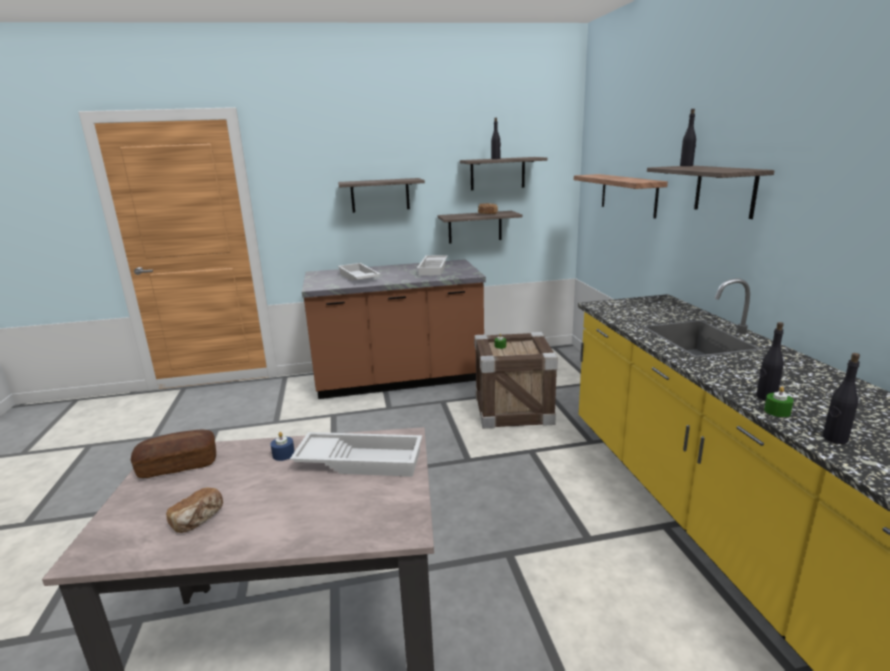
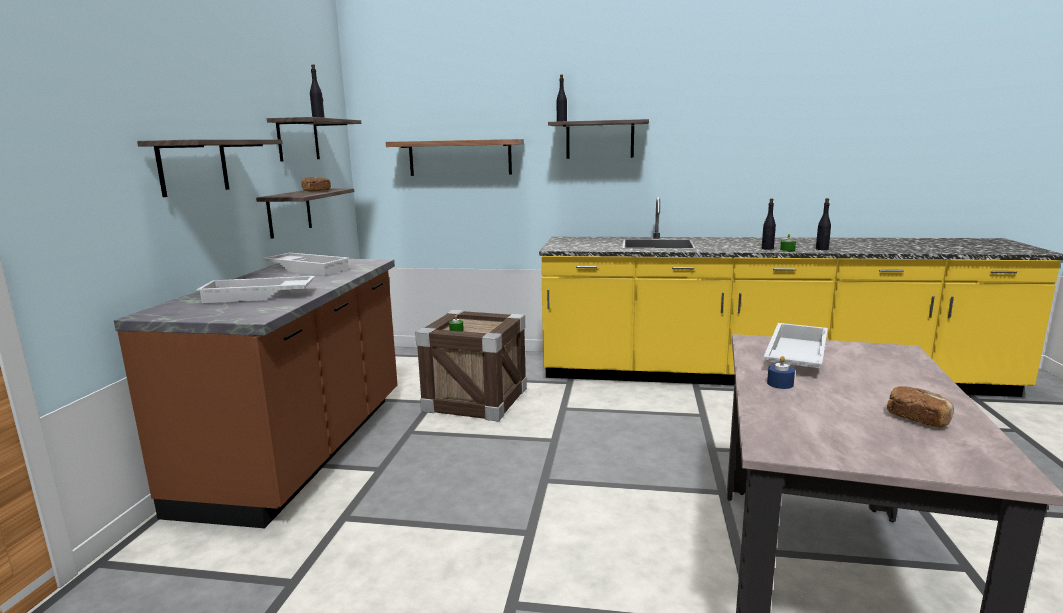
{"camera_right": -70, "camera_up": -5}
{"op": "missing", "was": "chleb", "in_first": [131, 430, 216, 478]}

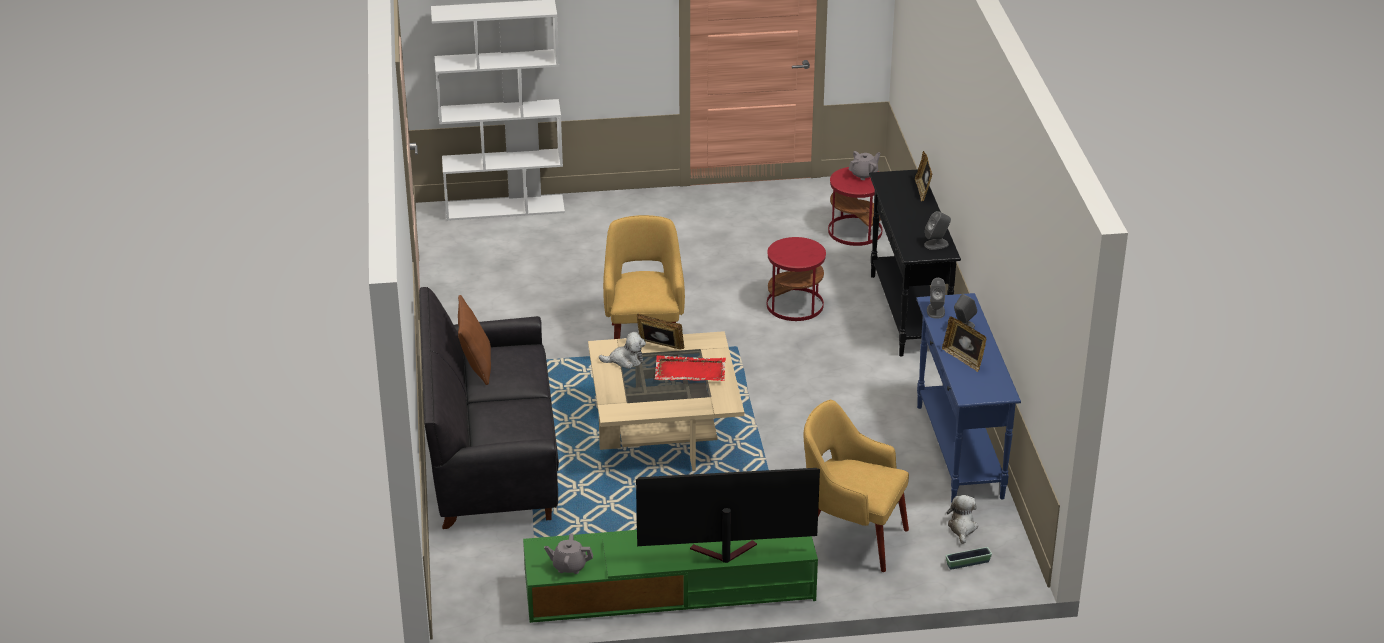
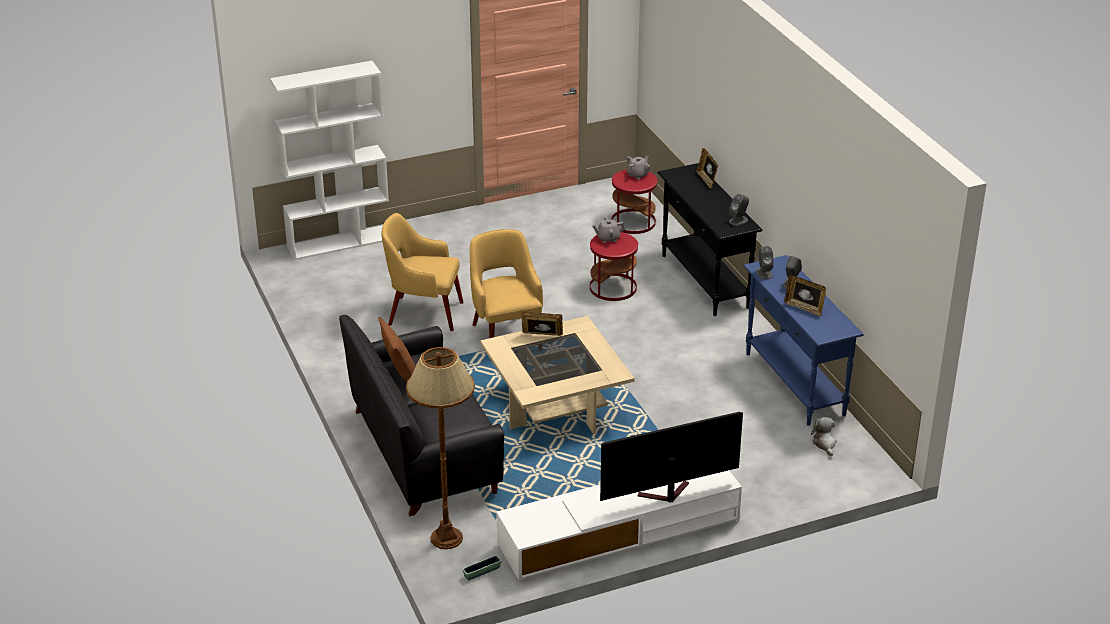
{"camera_right": -15, "camera_up": 0}
{"op": "missing", "was": "pluszak", "in_first": [599, 332, 646, 369]}
{"op": "missing", "was": "taca/czerwony", "in_first": [655, 355, 726, 381]}
{"op": "appeared", "now": "lampa stojąca/brązowy", "in_second": [406, 347, 475, 549]}
{"op": "relocated", "was": "imbryk/szary", "in_first": [544, 534, 593, 574], "in_second": [592, 217, 625, 243]}
{"op": "relocated", "was": "fotel/żółty", "in_first": [803, 400, 909, 572], "in_second": [382, 213, 464, 331]}
{"op": "relocated", "was": "donica", "in_first": [946, 547, 992, 569], "in_second": [462, 555, 502, 580]}
{"op": "colour", "was": "szafka pod telewizor/zielony", "now": "szafka pod telewizor/biały", "in_first": [523, 530, 818, 623], "in_second": [497, 470, 742, 581]}

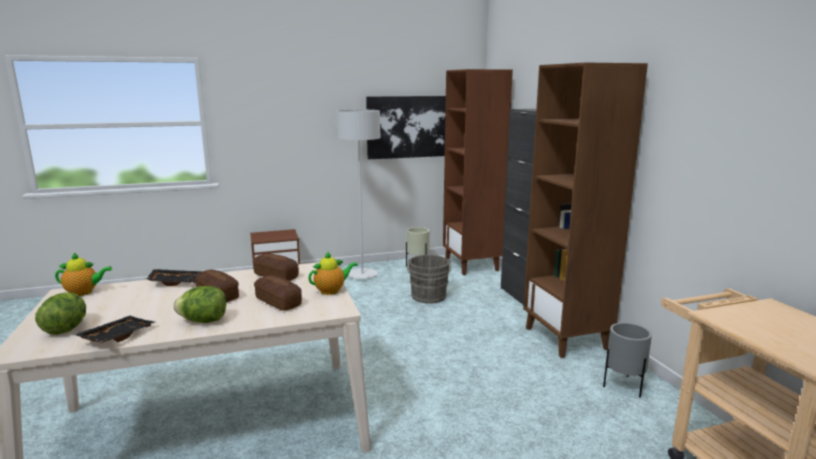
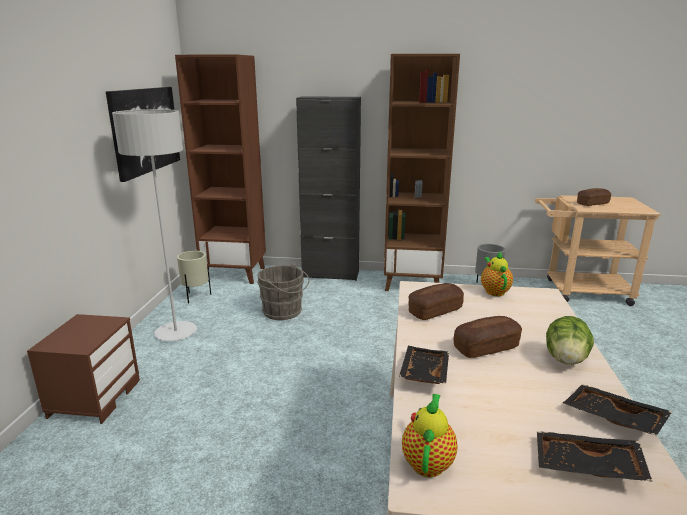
{"camera_right": -65, "camera_up": 5}
{"op": "relocated", "was": "chleb", "in_first": [254, 275, 302, 311], "in_second": [577, 188, 611, 206]}
{"op": "exchanged", "was": "sałata", "now": "taca/czarny", "in_first": [35, 292, 86, 335], "in_second": [537, 431, 653, 482]}

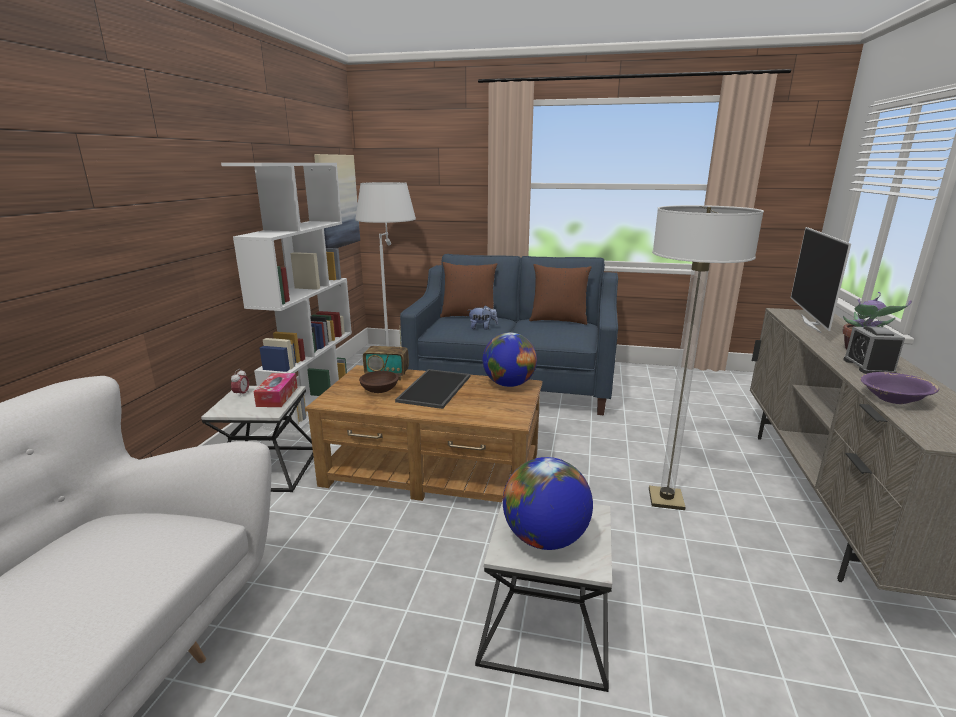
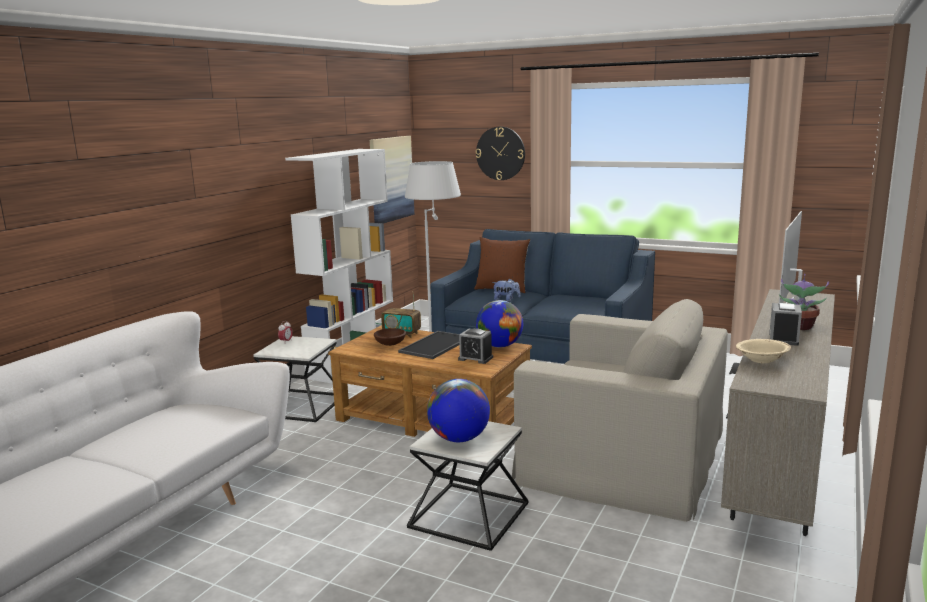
{"camera_right": 15, "camera_up": -5}
{"op": "missing", "was": "pudełko chusteczek", "in_first": [254, 373, 298, 407]}
{"op": "missing", "was": "poduszka/brązowy", "in_first": [529, 264, 592, 325]}
{"op": "appeared", "now": "budzik", "in_second": [458, 328, 493, 364]}
{"op": "appeared", "now": "zegar ścienny", "in_second": [476, 127, 525, 180]}
{"op": "exchanged", "was": "lampa stojąca", "now": "fotel/beżowy", "in_first": [649, 205, 764, 510], "in_second": [512, 299, 728, 522]}
{"op": "colour", "was": "miska/fioletowy", "now": "miska/beżowy", "in_first": [860, 372, 939, 404], "in_second": [736, 339, 791, 363]}

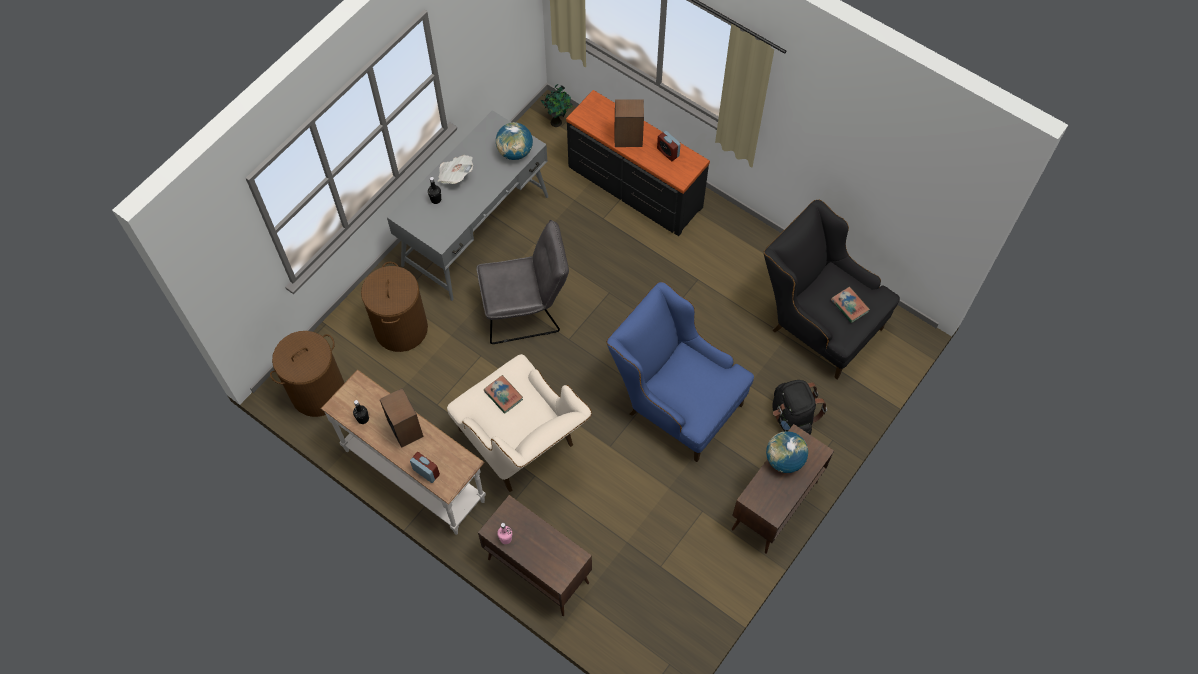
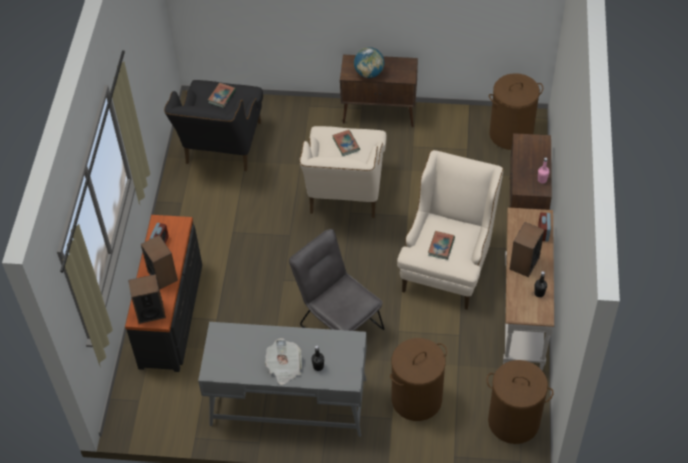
{"camera_right": -120, "camera_up": -10}
{"op": "missing", "was": "globus", "in_first": [496, 122, 533, 160]}
{"op": "missing", "was": "roślina doniczkowa", "in_first": [541, 84, 573, 127]}
{"op": "missing", "was": "plecak/czarny", "in_first": [772, 380, 827, 435]}
{"op": "appeared", "now": "głośnik", "in_second": [128, 274, 166, 324]}
{"op": "appeared", "now": "książka", "in_second": [332, 130, 360, 156]}
{"op": "appeared", "now": "kosz na pranie/brązowy", "in_second": [489, 73, 543, 150]}
{"op": "colour", "was": "fotel/niebieski", "now": "fotel/beżowy", "in_first": [606, 282, 754, 462], "in_second": [300, 126, 386, 218]}

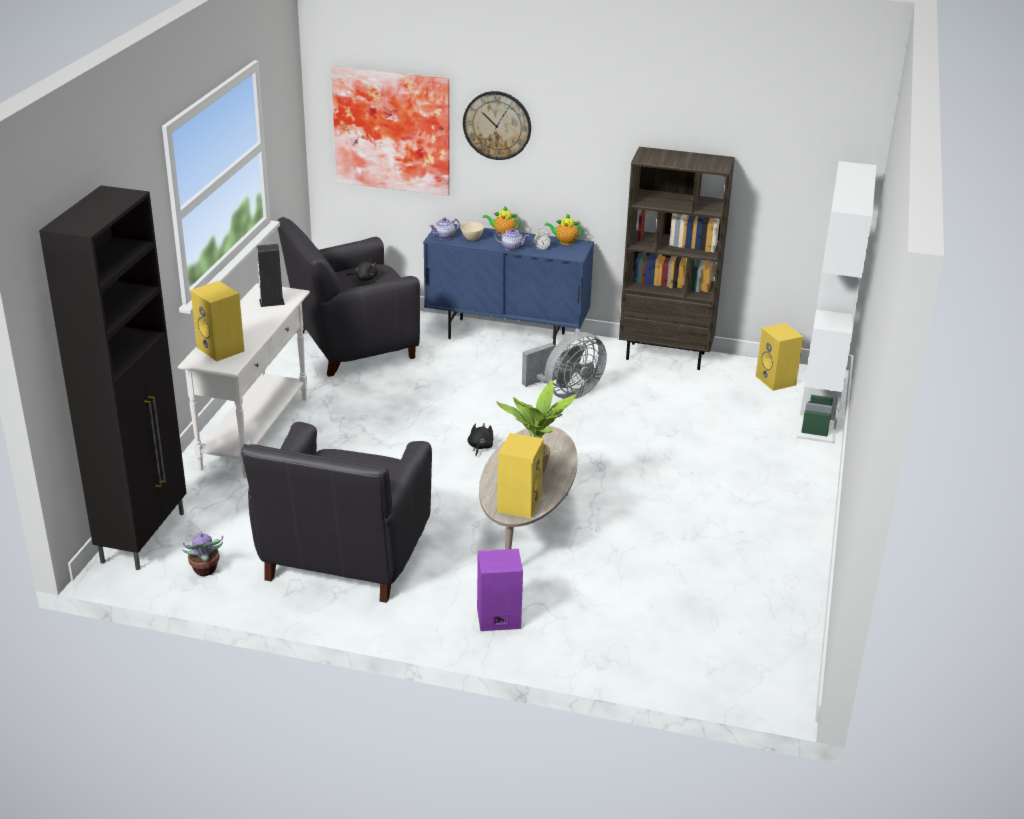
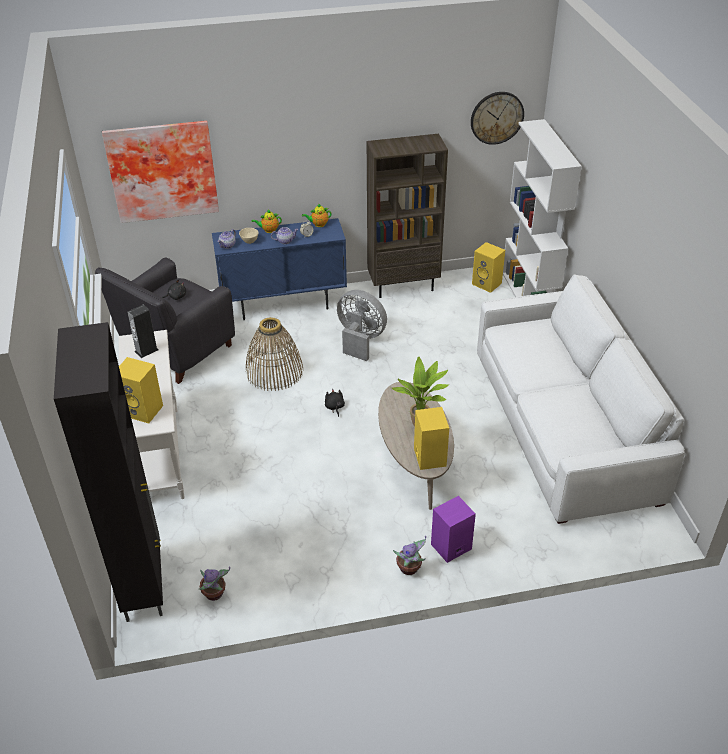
{"camera_right": -25, "camera_up": 10}
{"op": "missing", "was": "fotel/czarny", "in_first": [241, 422, 432, 603]}
{"op": "appeared", "now": "koszyk", "in_second": [246, 317, 303, 391]}
{"op": "appeared", "now": "roślina doniczkowa", "in_second": [393, 536, 426, 575]}
{"op": "appeared", "now": "kanapa/biały", "in_second": [477, 274, 685, 524]}
{"op": "relocated", "was": "zegar ścienny", "in_first": [463, 91, 531, 160], "in_second": [471, 92, 524, 145]}
{"op": "spun", "was": "wentylator/szary", "in_first": [522, 332, 607, 399], "in_second": [337, 290, 387, 361], "clockwise": -90}

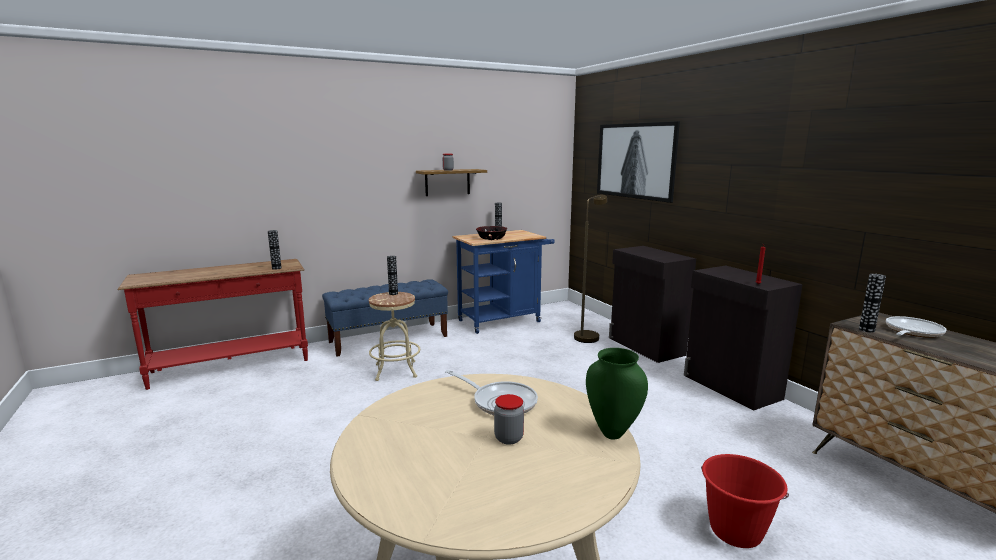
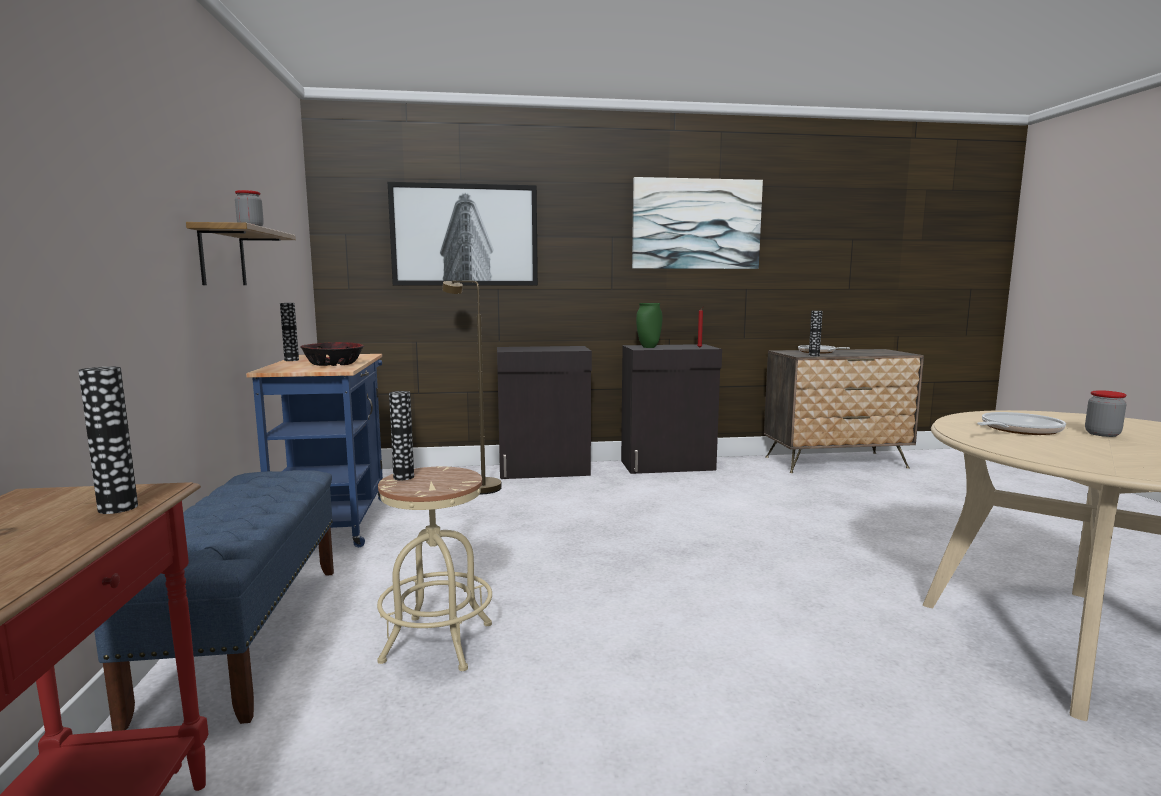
{"camera_right": -70, "camera_up": -5}
{"op": "missing", "was": "wiadro/czerwony", "in_first": [701, 454, 789, 548]}
{"op": "appeared", "now": "obraz", "in_second": [632, 177, 763, 269]}
{"op": "relocated", "was": "wazon/zielony", "in_first": [586, 348, 648, 440], "in_second": [636, 303, 662, 348]}

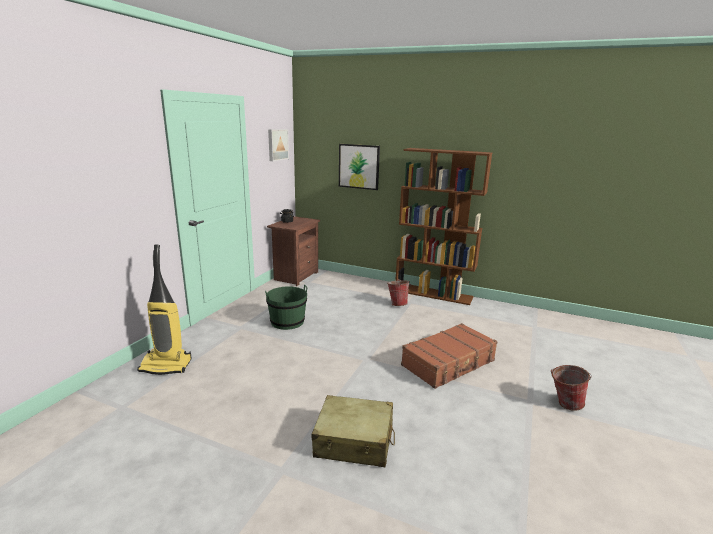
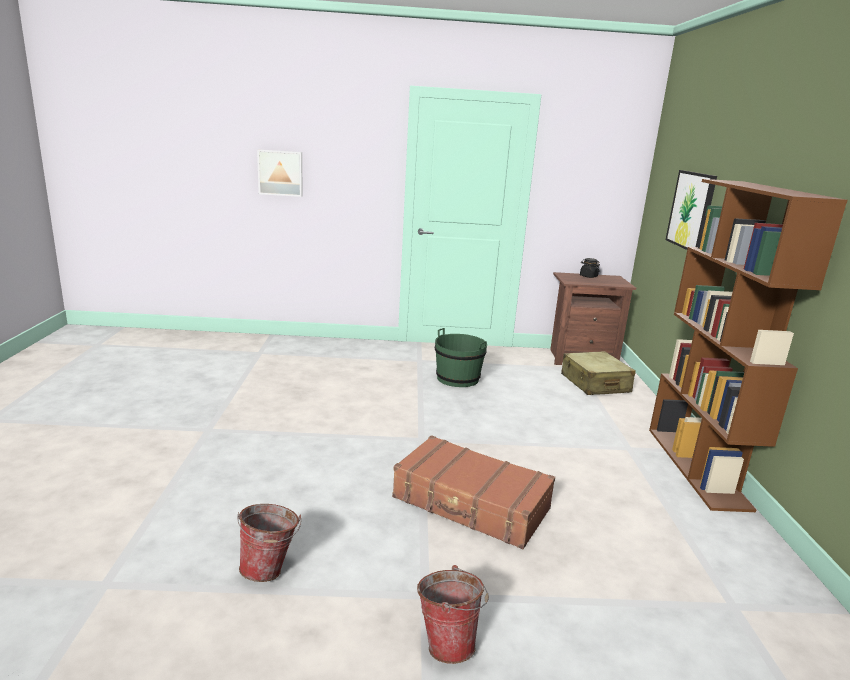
{"camera_right": 65, "camera_up": 0}
{"op": "missing", "was": "odkurzacz", "in_first": [137, 245, 192, 375]}
{"op": "relocated", "was": "obraz", "in_first": [268, 129, 289, 161], "in_second": [257, 150, 303, 197]}
{"op": "relocated", "was": "walizka/beżowy", "in_first": [312, 395, 395, 467], "in_second": [561, 351, 636, 395]}
{"op": "relocated", "was": "wiadro", "in_first": [387, 279, 411, 306], "in_second": [237, 504, 301, 582]}

